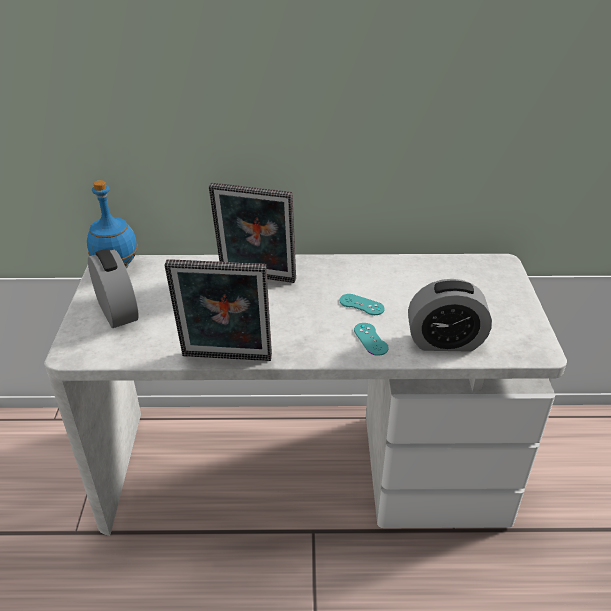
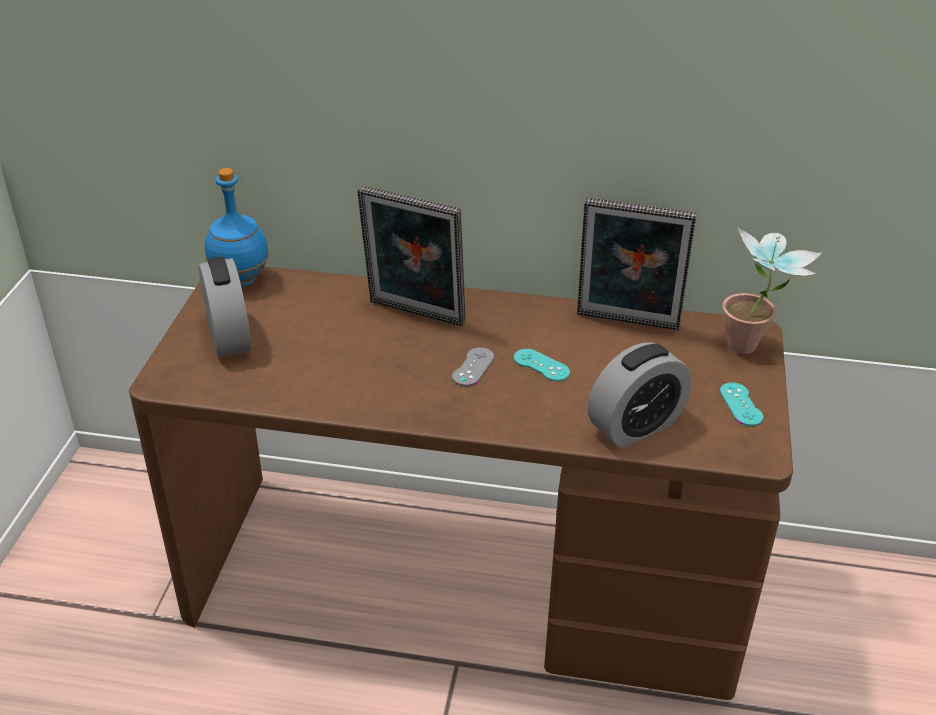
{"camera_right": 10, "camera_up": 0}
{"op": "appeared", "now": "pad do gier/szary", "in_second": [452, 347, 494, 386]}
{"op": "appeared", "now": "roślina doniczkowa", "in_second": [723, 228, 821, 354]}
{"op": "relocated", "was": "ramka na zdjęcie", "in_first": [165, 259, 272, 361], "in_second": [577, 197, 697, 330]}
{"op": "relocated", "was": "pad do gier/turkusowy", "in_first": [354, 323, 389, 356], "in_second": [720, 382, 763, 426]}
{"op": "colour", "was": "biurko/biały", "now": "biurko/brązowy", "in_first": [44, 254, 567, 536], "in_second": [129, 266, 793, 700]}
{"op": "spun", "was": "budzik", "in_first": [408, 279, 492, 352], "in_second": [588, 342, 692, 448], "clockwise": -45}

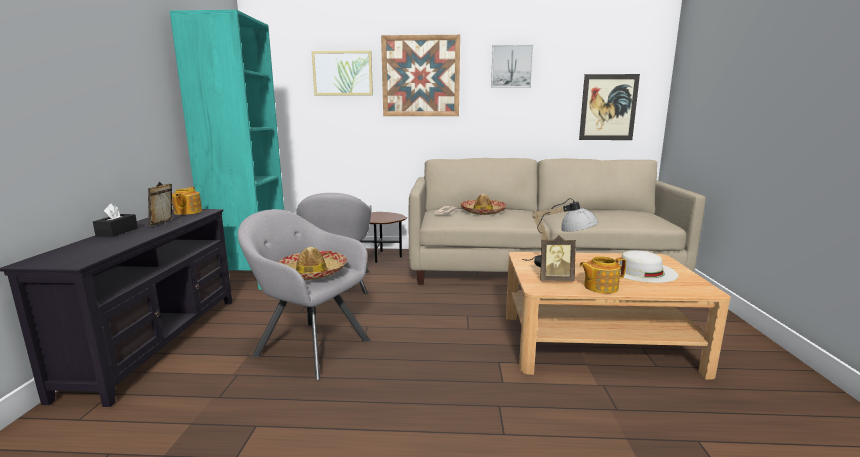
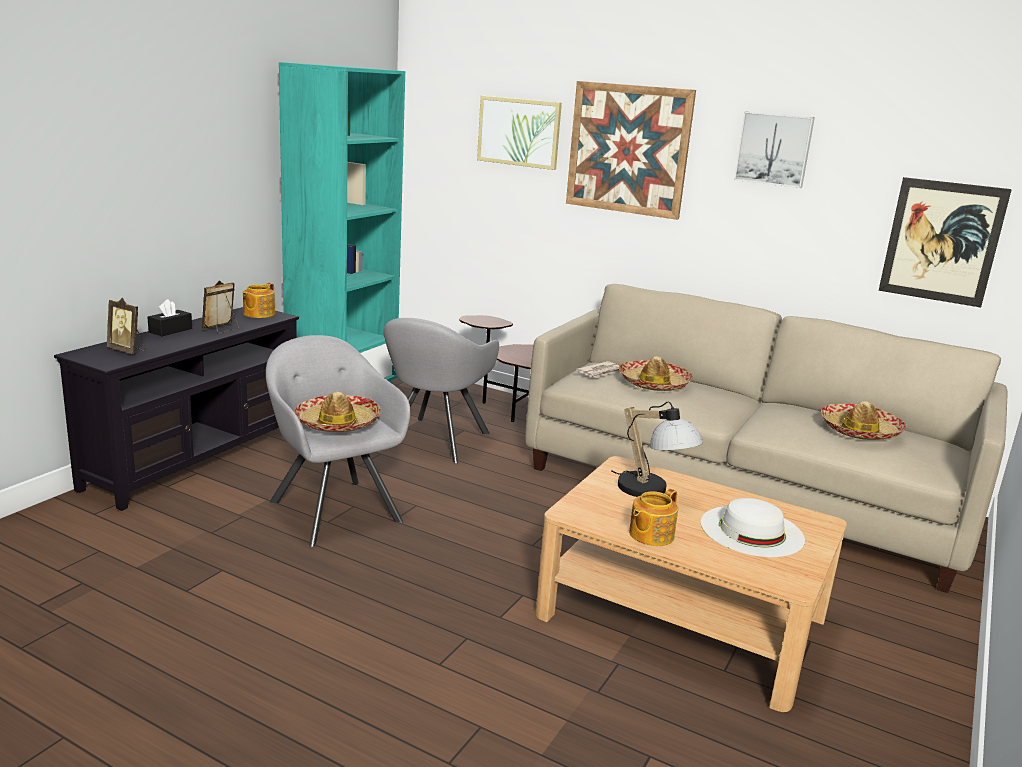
{"camera_right": 25, "camera_up": 5}
{"op": "appeared", "now": "kapelusz", "in_second": [821, 401, 907, 440]}
{"op": "relocated", "was": "ramka na zdjęcie", "in_first": [540, 235, 576, 281], "in_second": [107, 298, 146, 354]}
{"op": "spun", "was": "imbryk", "in_first": [579, 256, 626, 294], "in_second": [629, 489, 678, 546], "clockwise": -60}

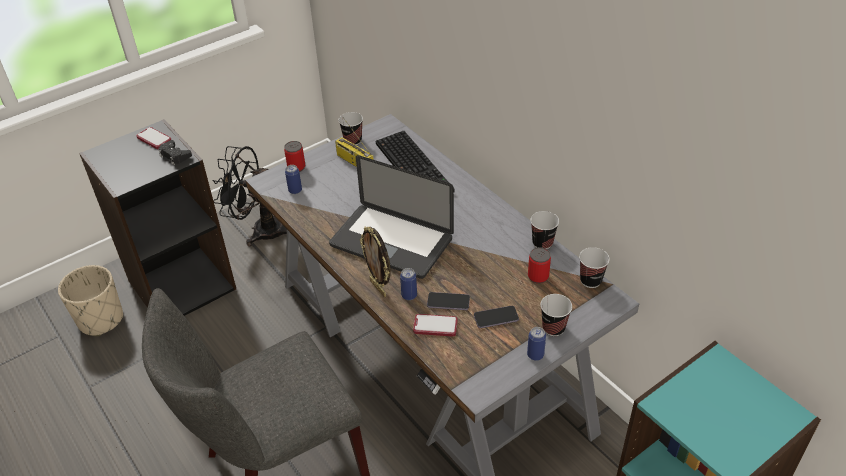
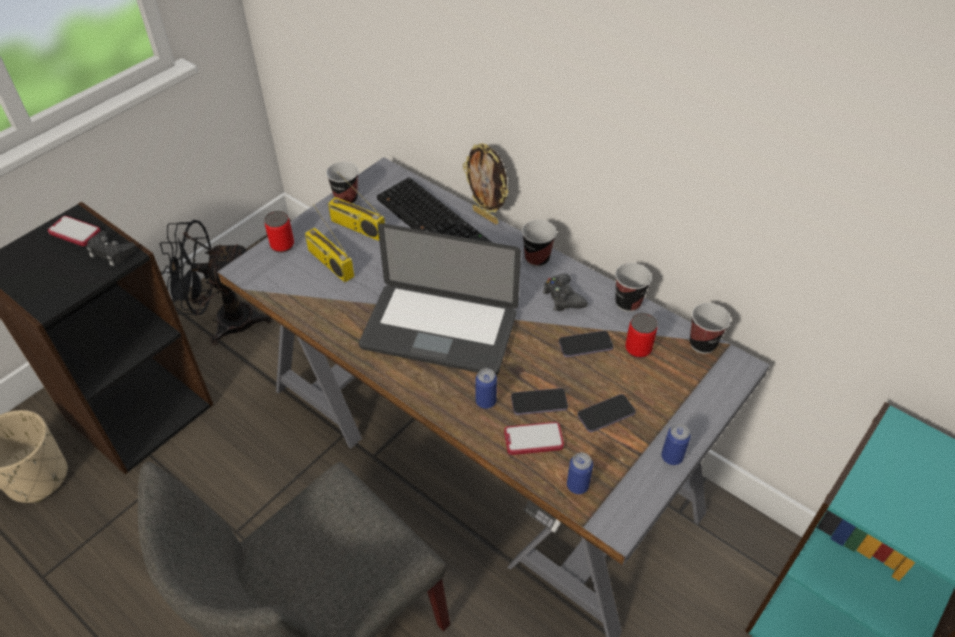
{"camera_right": -15, "camera_up": 5}
{"op": "appeared", "now": "radio", "in_second": [305, 204, 354, 282]}
{"op": "appeared", "now": "pad do gier/czarny", "in_second": [543, 274, 588, 311]}
{"op": "appeared", "now": "telefon", "in_second": [559, 331, 613, 357]}
{"op": "relocated", "was": "puszka", "in_first": [285, 165, 302, 194], "in_second": [567, 453, 593, 494]}
{"op": "relocated", "was": "ramka na zdjęcie", "in_first": [360, 226, 391, 297], "in_second": [463, 143, 509, 224]}
{"op": "relocated", "was": "filiżanka", "in_first": [540, 294, 572, 336], "in_second": [522, 220, 557, 267]}

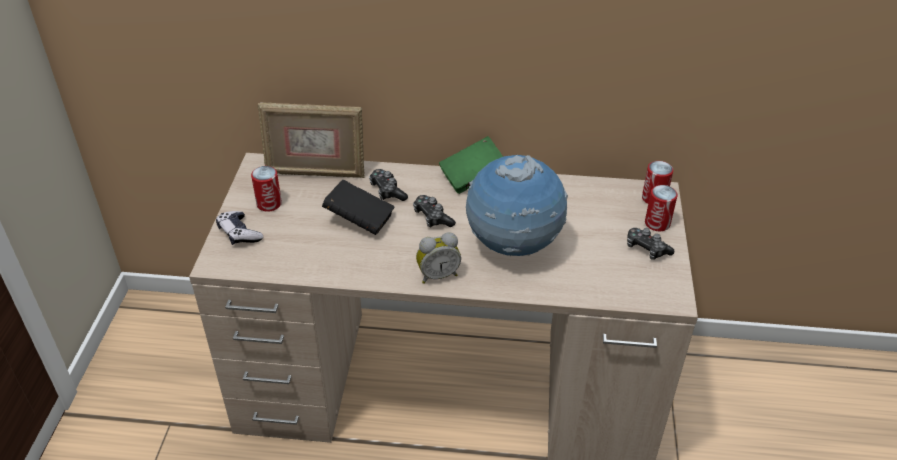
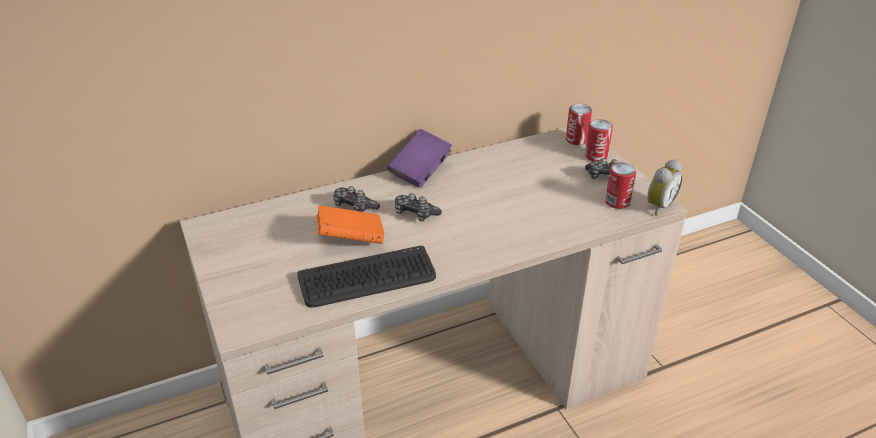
{"camera_right": -30, "camera_up": -5}
{"op": "missing", "was": "pad do gier", "in_first": [216, 211, 263, 245]}
{"op": "missing", "was": "ramka na zdjęcie", "in_first": [258, 102, 365, 178]}
{"op": "missing", "was": "globus", "in_first": [466, 155, 568, 256]}
{"op": "appeared", "now": "klawiatura", "in_second": [297, 246, 436, 308]}
{"op": "relocated", "was": "puszka", "in_first": [251, 166, 282, 212], "in_second": [605, 162, 636, 209]}
{"op": "relocated", "was": "budzik", "in_first": [416, 232, 461, 284], "in_second": [647, 159, 682, 216]}
{"op": "colour", "was": "książka/czarny", "now": "książka/pomarańczowy", "in_first": [322, 180, 395, 235], "in_second": [316, 205, 384, 244]}
{"op": "colour", "was": "książka/zielony", "now": "książka/fioletowy", "in_first": [439, 136, 503, 194], "in_second": [387, 129, 452, 188]}

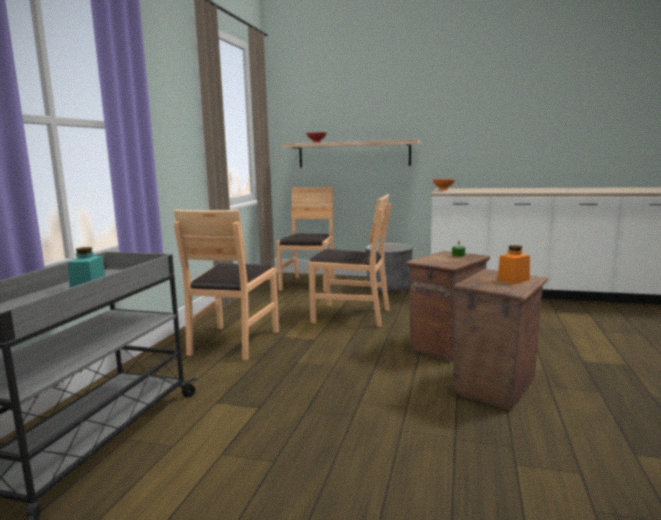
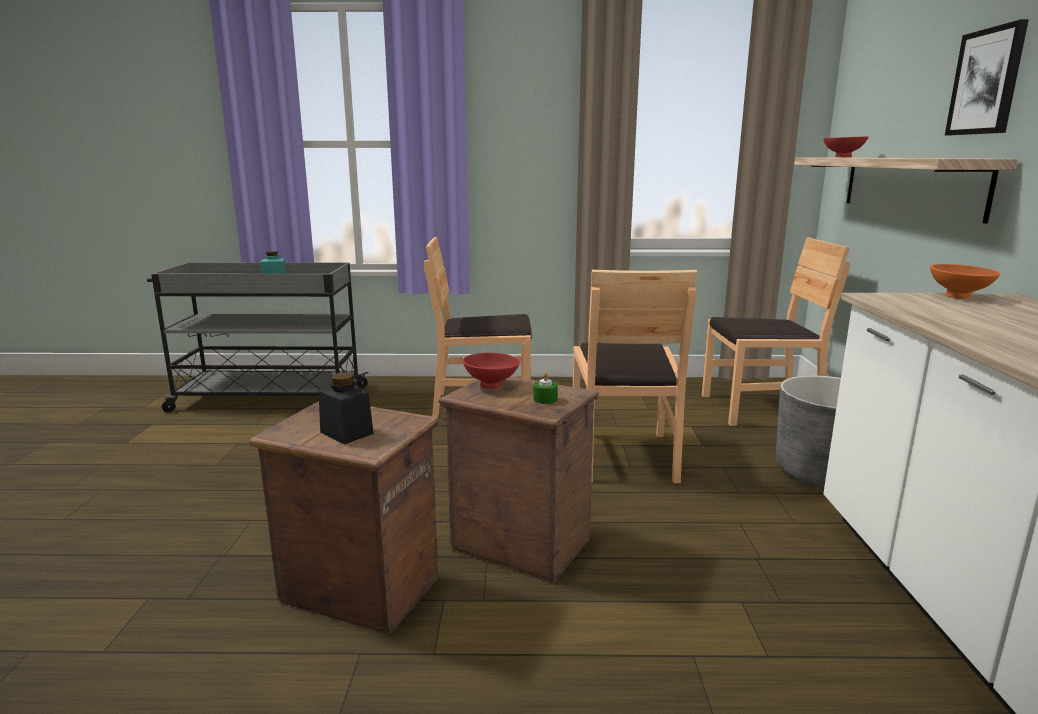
{"camera_right": 75, "camera_up": 5}
{"op": "appeared", "now": "miska/czerwony", "in_second": [462, 353, 520, 389]}
{"op": "appeared", "now": "obraz", "in_second": [945, 19, 1029, 135]}
{"op": "colour", "was": "słoik/pomarańczowy", "now": "słoik/czarny", "in_first": [497, 245, 530, 284], "in_second": [319, 372, 374, 444]}

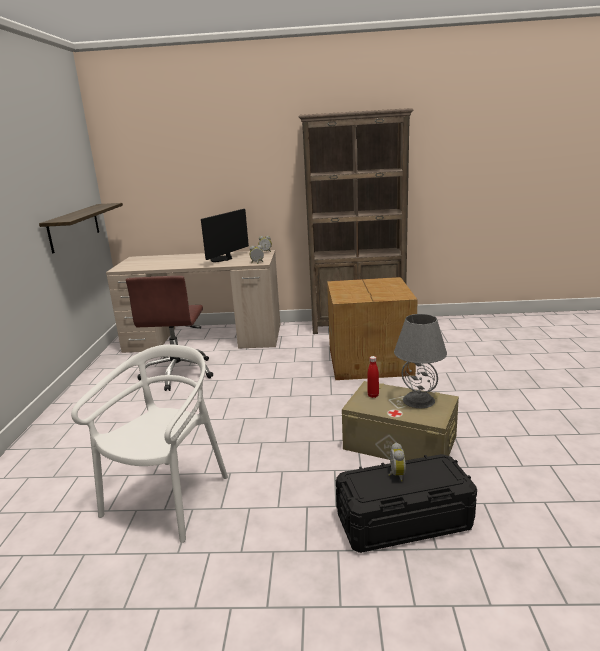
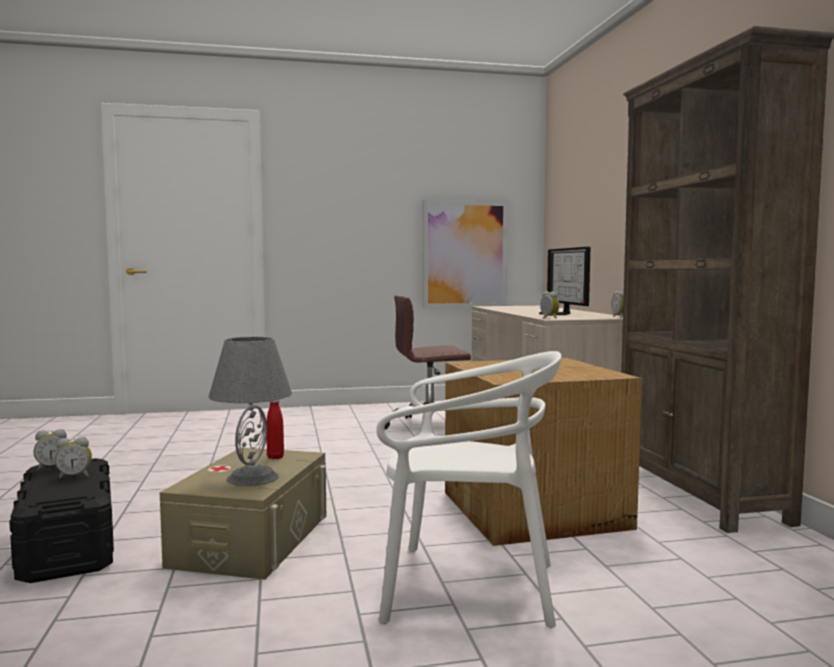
{"camera_right": 75, "camera_up": -15}
{"op": "appeared", "now": "budzik", "in_second": [34, 429, 67, 470]}
{"op": "relocated", "was": "krzesło/biały", "in_first": [71, 344, 228, 543], "in_second": [376, 351, 562, 628]}
{"op": "exchanged", "was": "półka", "now": "obraz", "in_first": [39, 203, 123, 254], "in_second": [423, 200, 508, 308]}
{"op": "spun", "was": "monitor", "in_first": [201, 209, 249, 262], "in_second": [539, 247, 590, 315], "clockwise": -120}

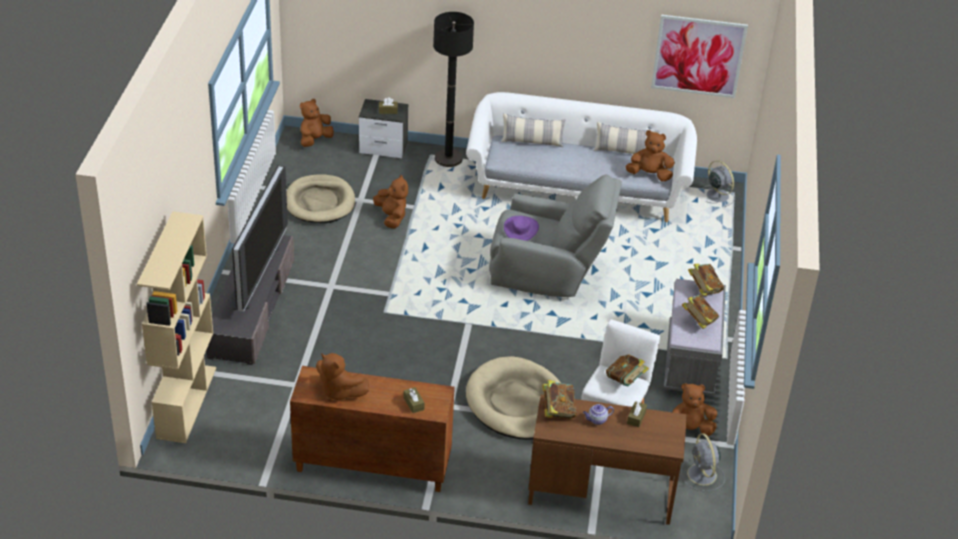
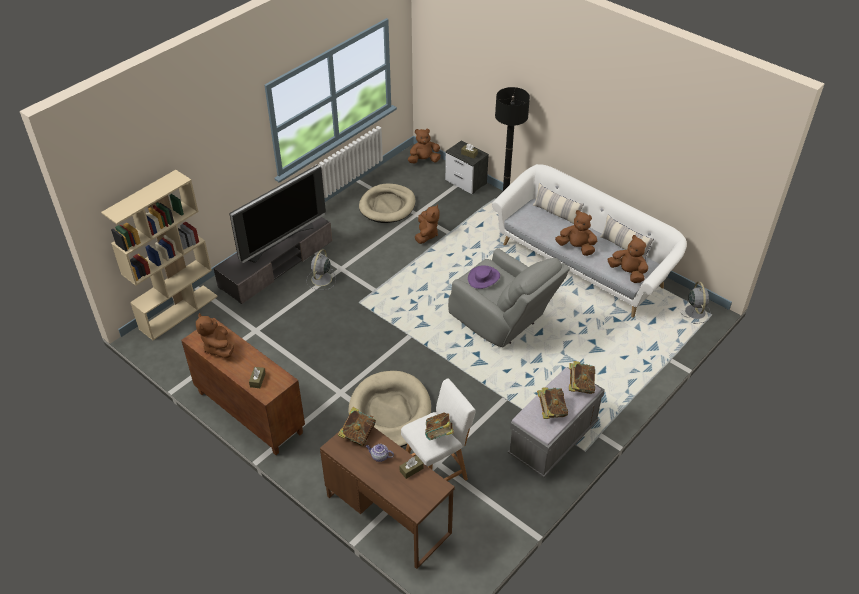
{"camera_right": 35, "camera_up": 5}
{"op": "missing", "was": "obraz", "in_first": [651, 15, 748, 98]}
{"op": "relocated", "was": "pluszak/brązowy", "in_first": [672, 383, 717, 436], "in_second": [555, 210, 597, 256]}
{"op": "relocated", "was": "wentylator/szary", "in_first": [681, 433, 725, 491], "in_second": [306, 249, 336, 290]}

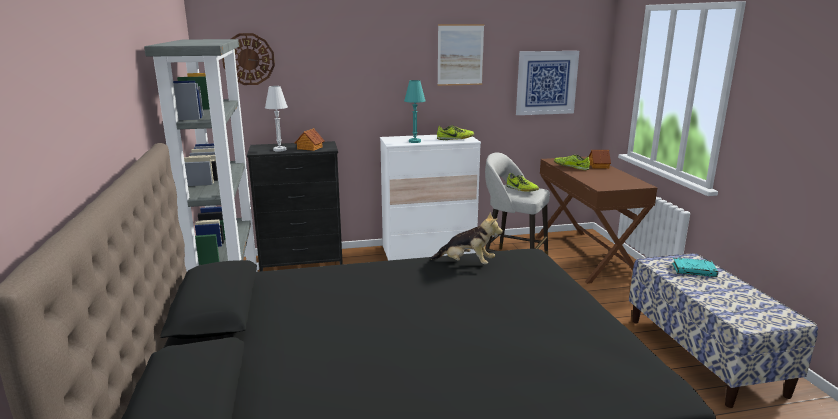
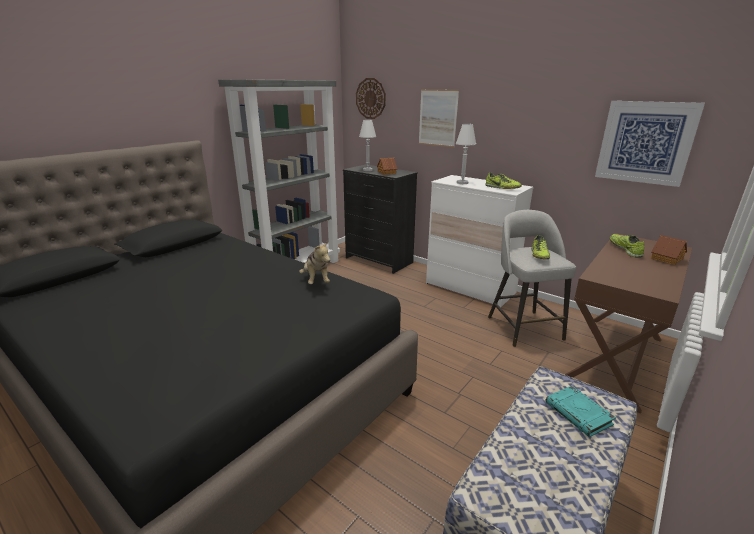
{"camera_right": 50, "camera_up": 5}
{"op": "relocated", "was": "obraz", "in_first": [437, 24, 484, 86], "in_second": [419, 89, 459, 147]}
{"op": "colour", "was": "lampa stołowa/turkusowy", "now": "lampa stołowa/biały", "in_first": [404, 80, 426, 143], "in_second": [456, 124, 476, 184]}

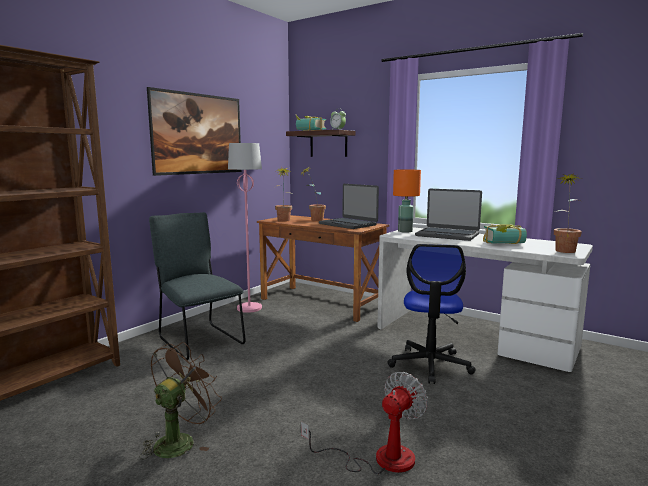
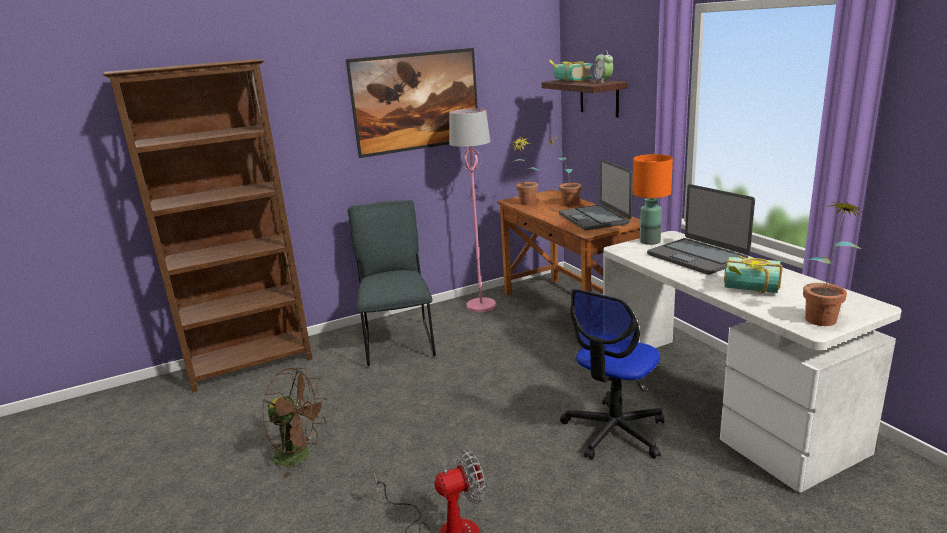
{"camera_right": 30, "camera_up": 10}
{"op": "spun", "was": "wentylator/brązowy", "in_first": [139, 342, 222, 460], "in_second": [262, 368, 327, 478], "clockwise": 45}

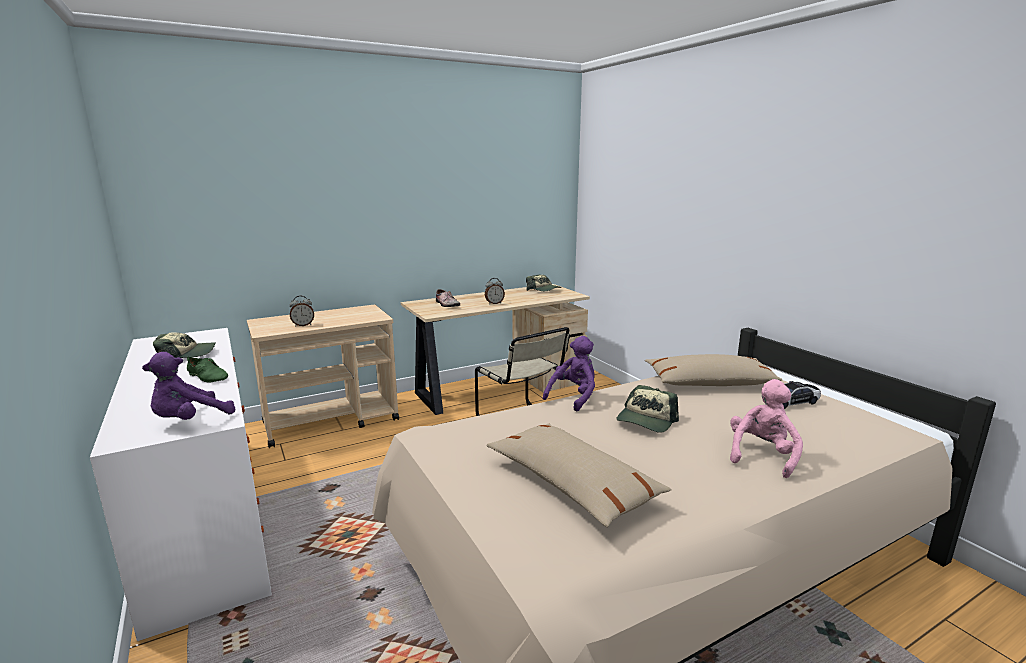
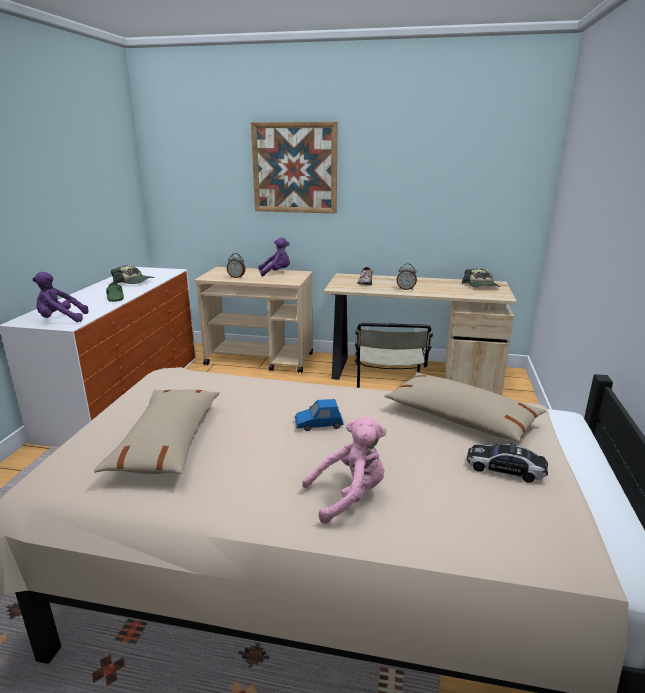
{"camera_right": 40, "camera_up": 5}
{"op": "appeared", "now": "obraz", "in_second": [251, 122, 338, 214]}
{"op": "relocated", "was": "pluszak/fioletowy", "in_first": [543, 336, 595, 412], "in_second": [258, 237, 290, 277]}
{"op": "exchanged", "was": "czapka z daszkiem", "now": "samochodzik/niebieski", "in_first": [616, 385, 679, 433], "in_second": [295, 399, 344, 431]}

